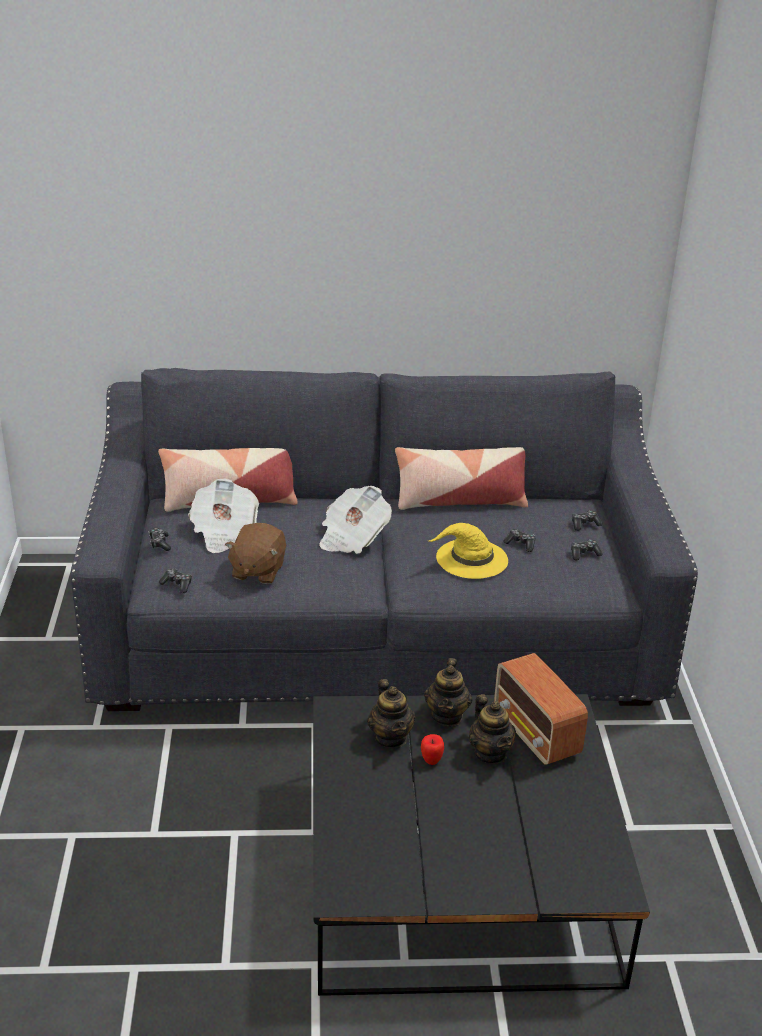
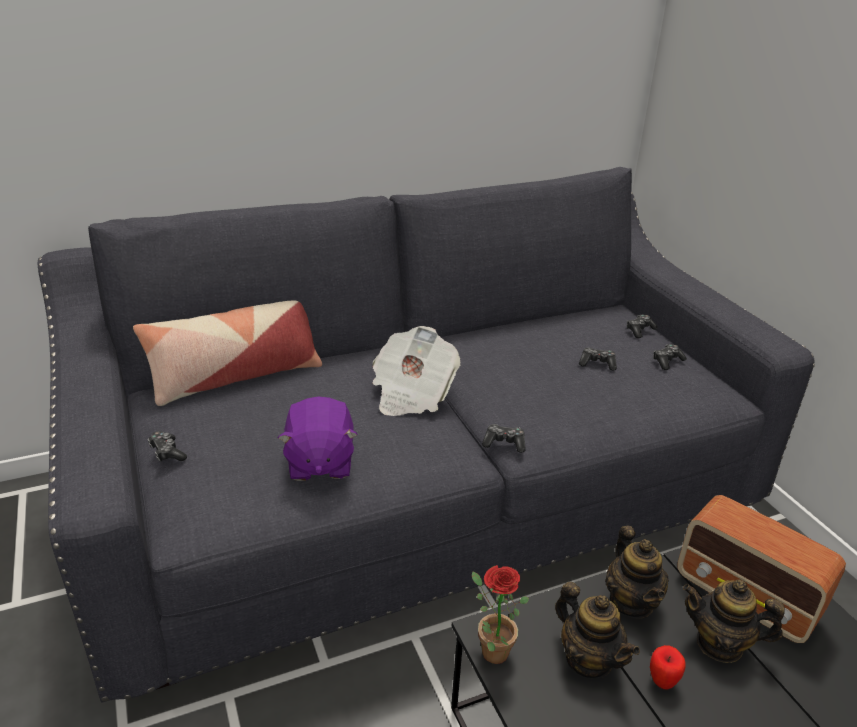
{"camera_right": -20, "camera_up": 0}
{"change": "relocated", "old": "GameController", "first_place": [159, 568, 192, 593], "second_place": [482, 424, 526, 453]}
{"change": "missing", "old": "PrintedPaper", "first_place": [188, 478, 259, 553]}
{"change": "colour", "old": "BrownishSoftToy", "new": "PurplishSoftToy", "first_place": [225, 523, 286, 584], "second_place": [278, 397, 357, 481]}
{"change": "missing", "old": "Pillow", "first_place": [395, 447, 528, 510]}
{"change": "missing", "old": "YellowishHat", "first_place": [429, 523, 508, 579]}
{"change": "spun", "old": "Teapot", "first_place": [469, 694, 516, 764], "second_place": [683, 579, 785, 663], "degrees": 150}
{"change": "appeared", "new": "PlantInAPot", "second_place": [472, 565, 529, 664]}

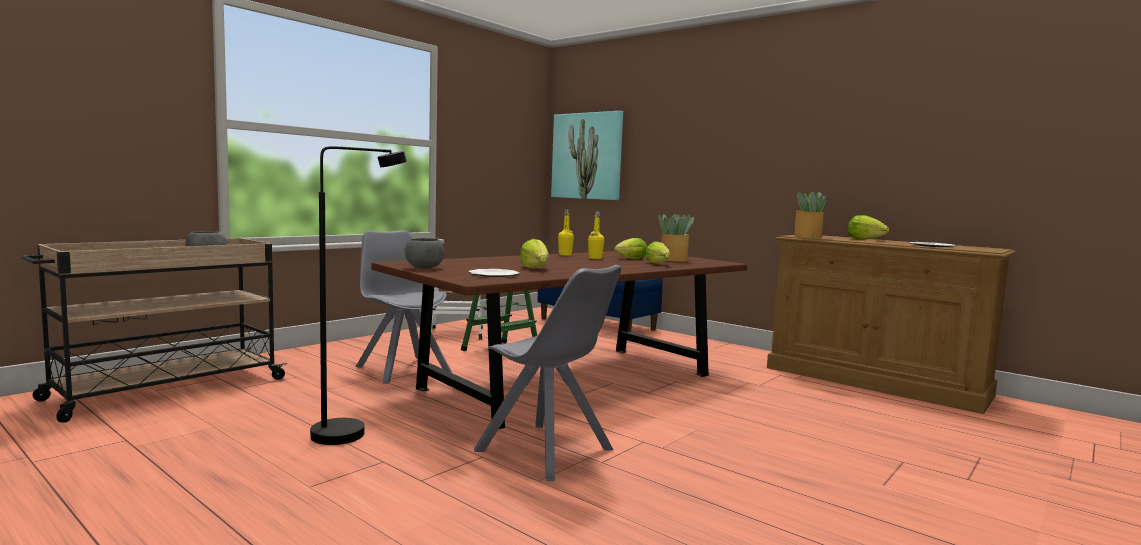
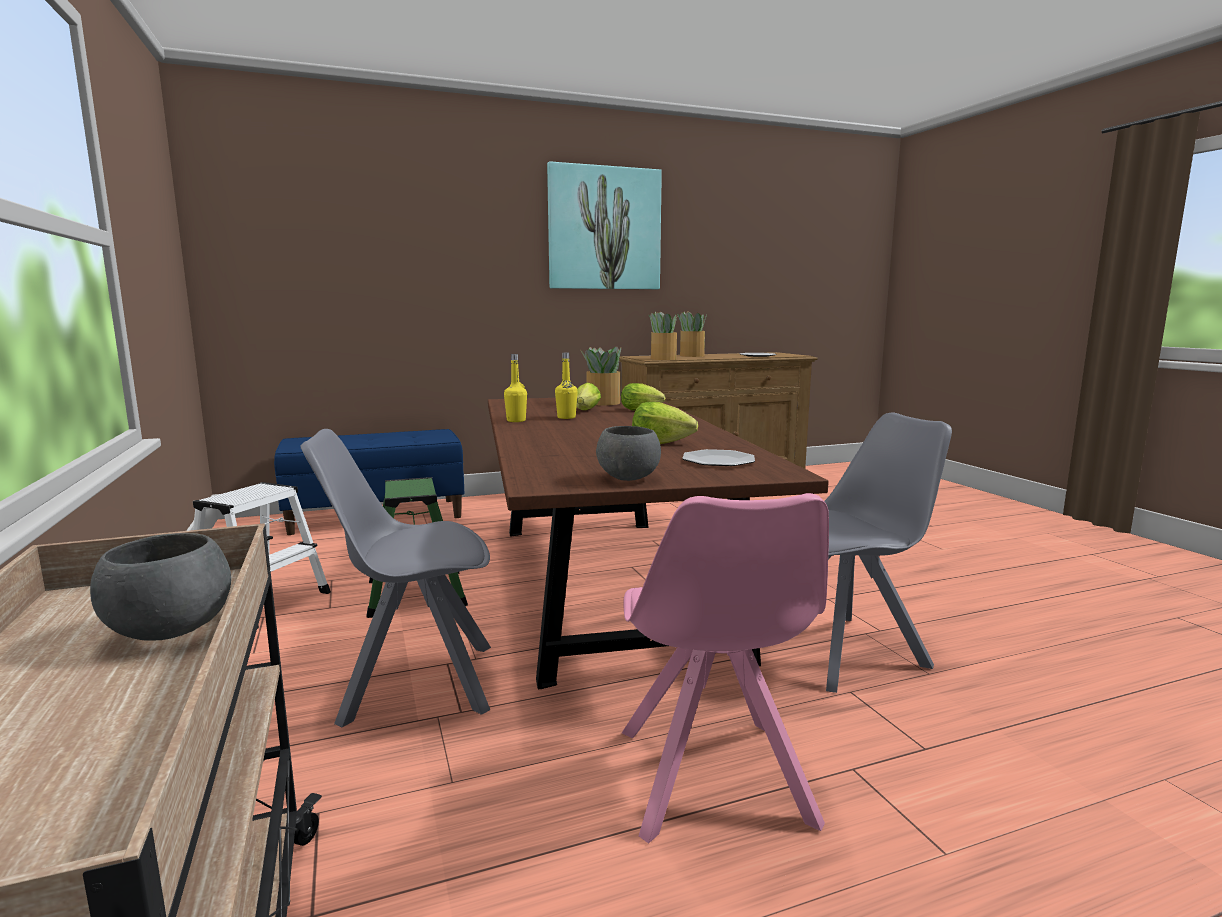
{"camera_right": -60, "camera_up": 5}
{"change": "exchanged", "old": "BlackFloorLamp", "new": "PinkColouredPlainChair", "first_place": [310, 146, 407, 445], "second_place": [622, 493, 829, 844]}
{"change": "relocated", "old": "WallPicture", "first_place": [551, 111, 623, 200], "second_place": [547, 162, 662, 289]}
{"change": "exchanged", "old": "LettuceHead", "new": "PlantInAPot", "first_place": [847, 215, 889, 240], "second_place": [678, 311, 707, 357]}

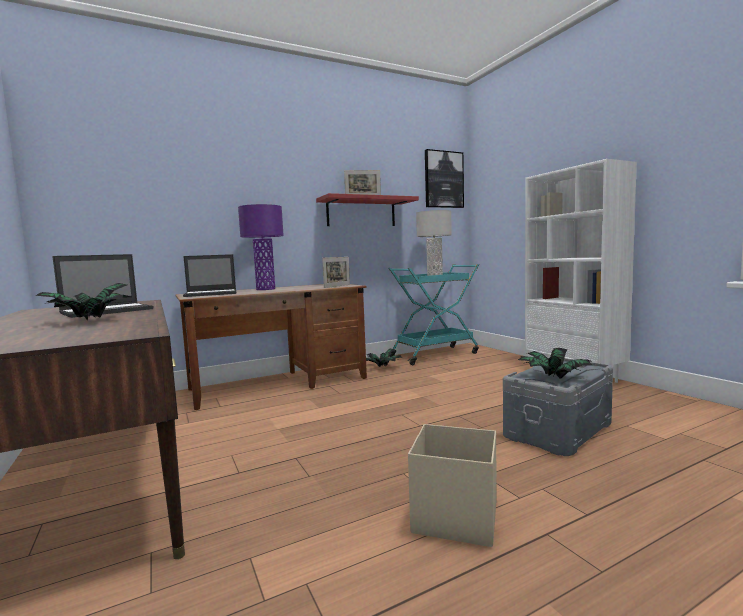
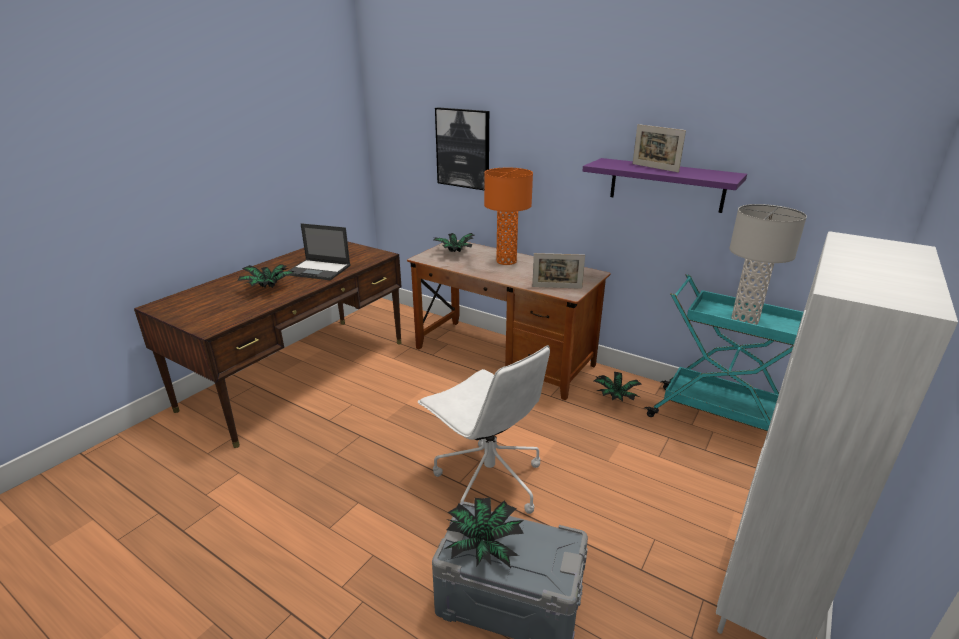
{"camera_right": 60, "camera_up": 20}
{"change": "exchanged", "old": "NotebookComputer", "new": "PlantInAPot", "first_place": [183, 254, 236, 297], "second_place": [433, 233, 474, 253]}
{"change": "colour", "old": "PurplishTabletopLamp", "new": "OrangeTabletopLamp", "first_place": [238, 204, 284, 290], "second_place": [484, 167, 533, 265]}
{"change": "colour", "old": "ReddishShelf", "new": "PurplishShelf", "first_place": [316, 193, 419, 226], "second_place": [583, 158, 747, 213]}
{"change": "missing", "old": "BeigeColouredStorageBox", "first_place": [408, 424, 497, 547]}
{"change": "relocated", "old": "WallPicture", "first_place": [425, 149, 464, 208], "second_place": [435, 107, 489, 190]}
{"change": "appeared", "new": "WhitishDeskChair", "second_place": [418, 345, 550, 514]}

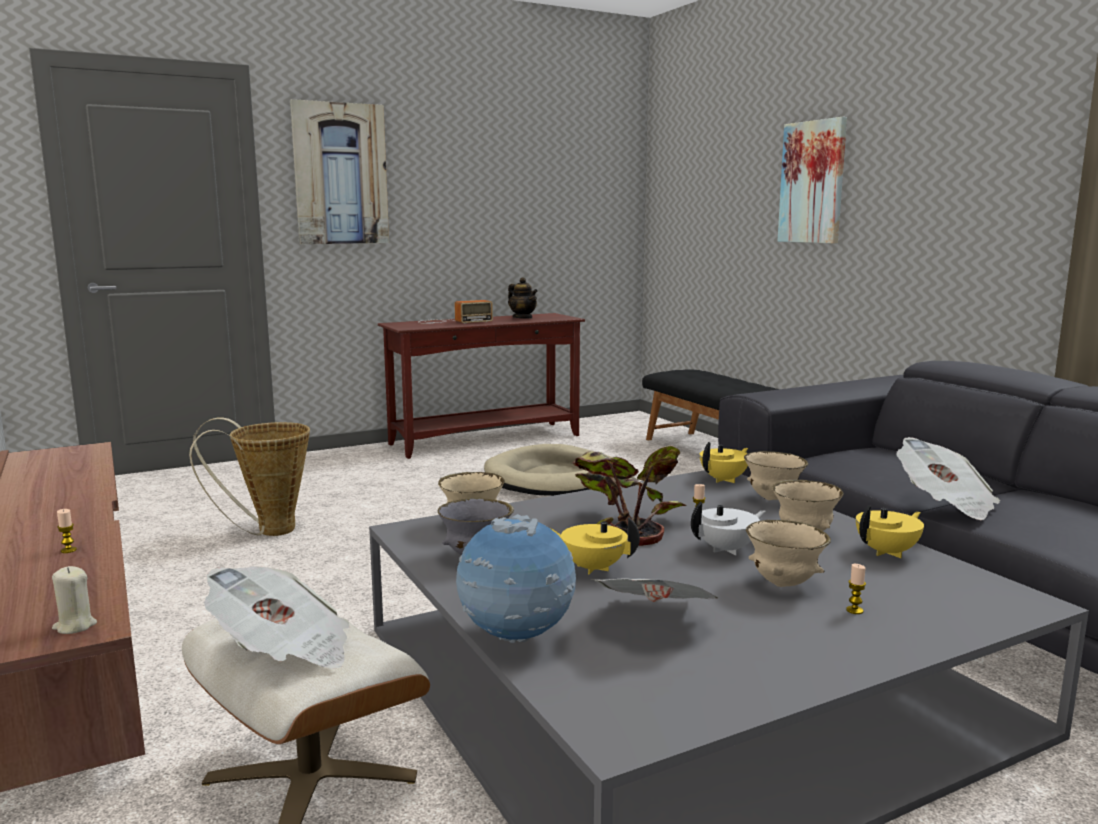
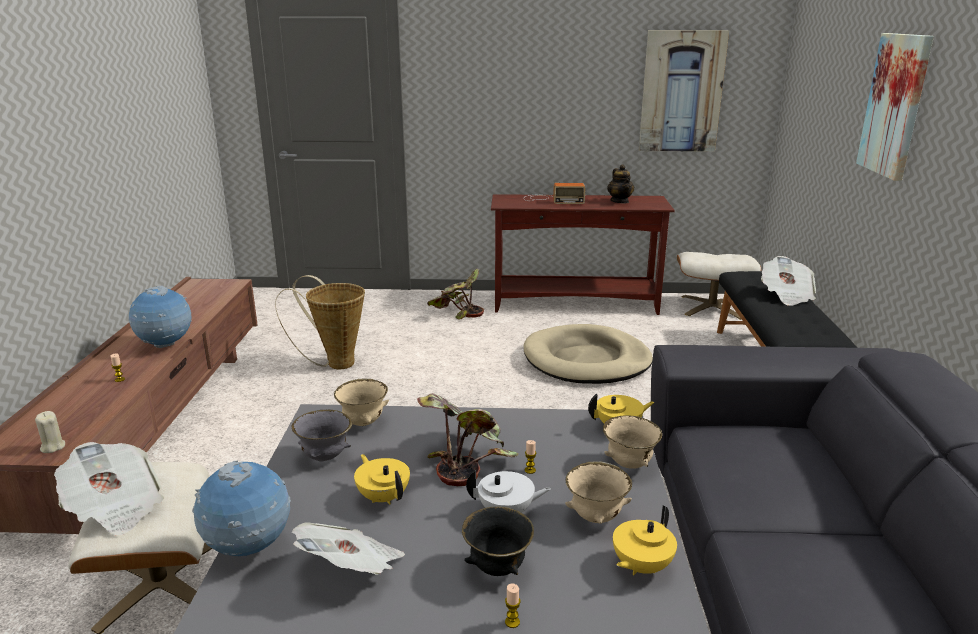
{"camera_right": 30, "camera_up": 10}
{"change": "relocated", "old": "WallPicture", "first_place": [290, 99, 389, 244], "second_place": [639, 30, 729, 152]}
{"change": "colour", "old": "BeigeColouredBowl", "new": "BlackBowl", "first_place": [746, 520, 831, 587], "second_place": [462, 507, 534, 576]}
{"change": "spun", "old": "YellowishTeapot", "first_place": [856, 505, 924, 558], "second_place": [613, 506, 677, 575], "degrees": 135}
{"change": "relocated", "old": "PrintedPaper", "first_place": [897, 437, 1000, 520], "second_place": [761, 256, 816, 306]}
{"change": "appeared", "new": "Globe", "second_place": [128, 286, 192, 348]}
{"change": "appeared", "new": "PlantInAPot", "second_place": [427, 269, 484, 320]}
{"change": "appeared", "new": "BeigeColouredFootrest", "second_place": [677, 252, 761, 320]}

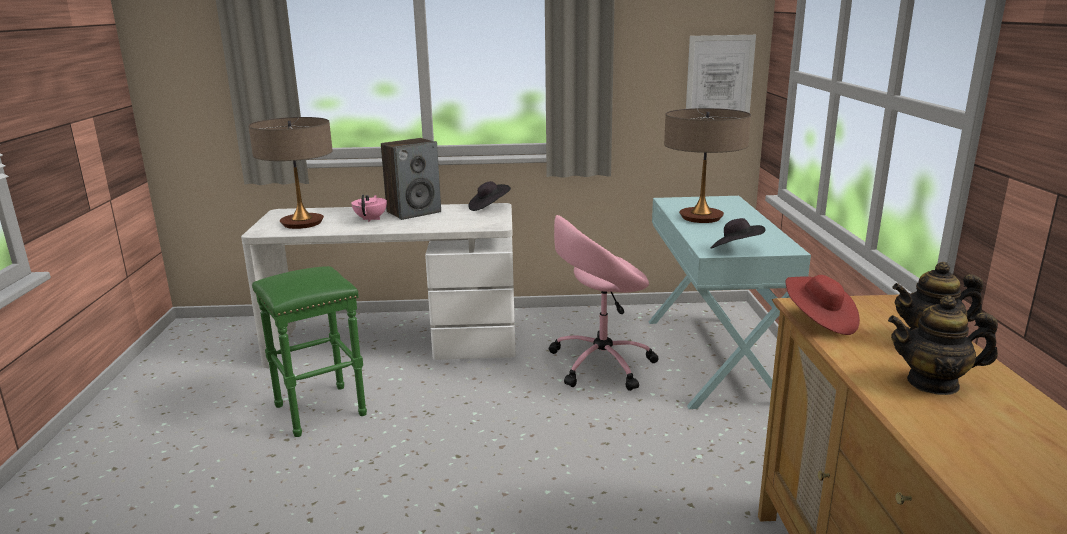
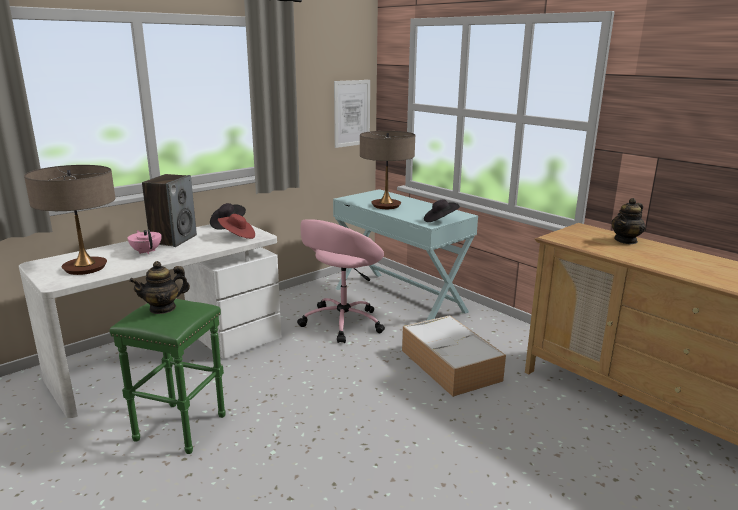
{"camera_right": -40, "camera_up": 0}
{"change": "relocated", "old": "ReddishHat", "first_place": [785, 275, 860, 335], "second_place": [218, 214, 255, 239]}
{"change": "relocated", "old": "Teapot", "first_place": [888, 296, 998, 395], "second_place": [129, 261, 190, 314]}
{"change": "appeared", "new": "StorageBox", "second_place": [402, 315, 506, 397]}

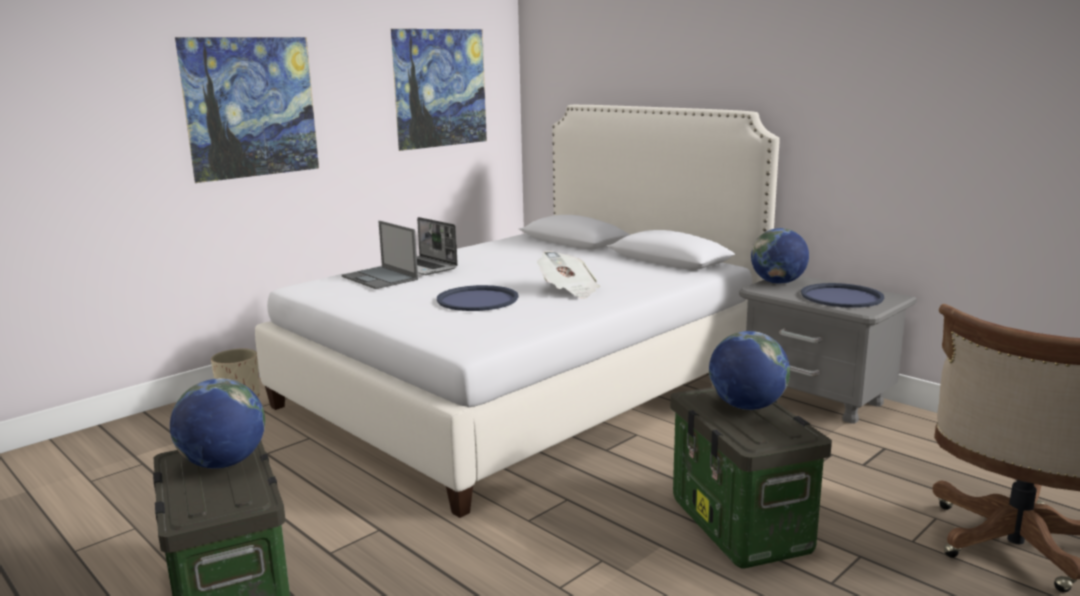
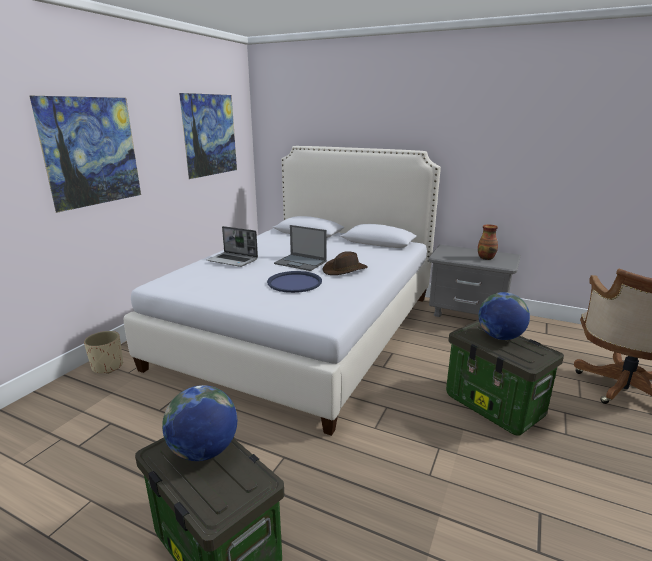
{"camera_right": -20, "camera_up": 5}
{"change": "relocated", "old": "NotebookComputer", "first_place": [342, 221, 418, 289], "second_place": [274, 225, 327, 271]}
{"change": "exchanged", "old": "PrintedPaper", "new": "BrownishHat", "first_place": [537, 251, 600, 299], "second_place": [322, 251, 367, 275]}
{"change": "missing", "old": "Globe", "first_place": [751, 228, 809, 284]}
{"change": "exchanged", "old": "BlueCarryingTray", "new": "FlowerVase", "first_place": [801, 283, 884, 308], "second_place": [478, 224, 498, 260]}

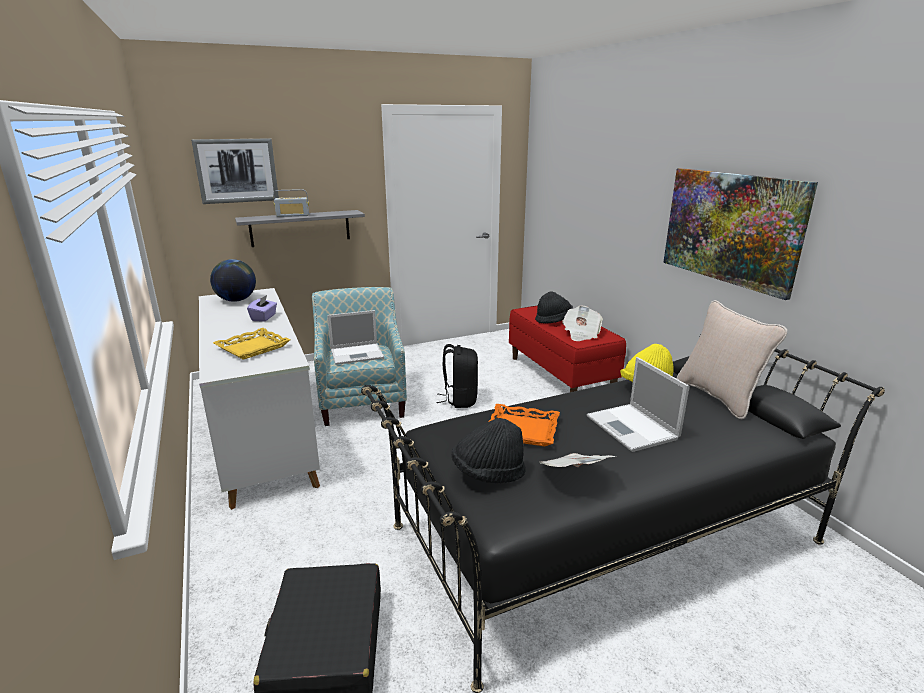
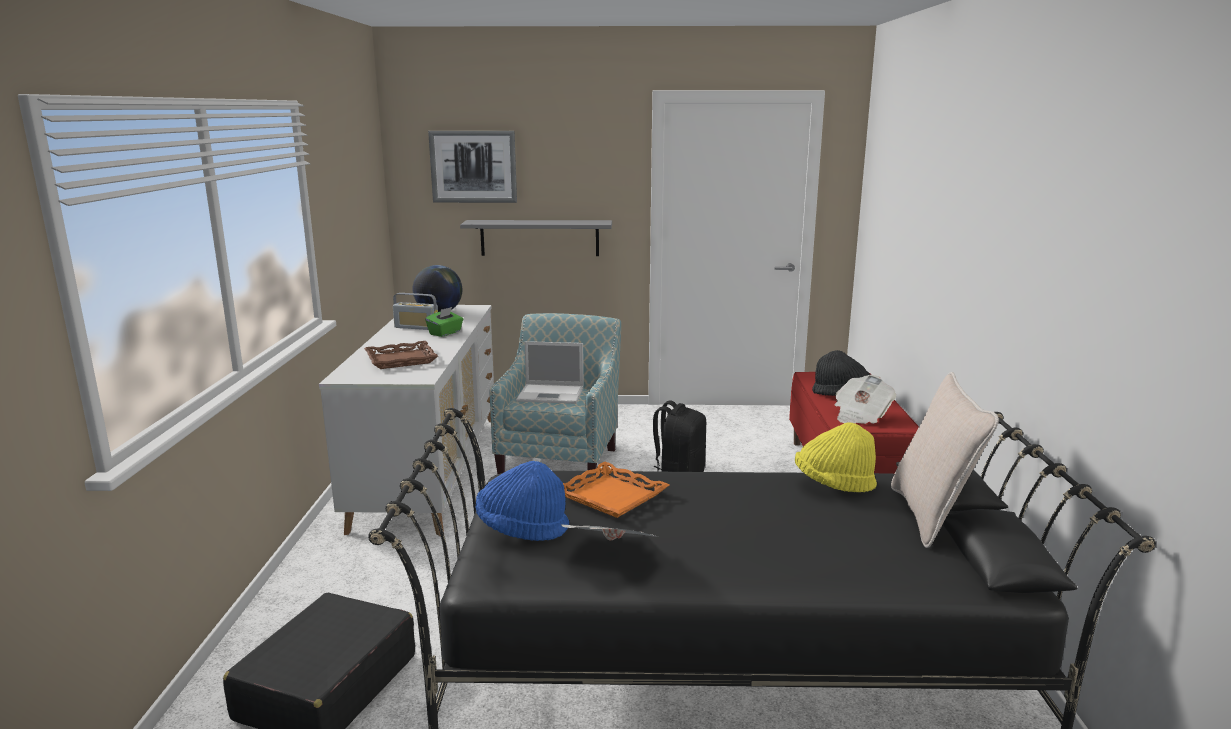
{"camera_right": 25, "camera_up": -5}
{"change": "colour", "old": "YellowishCarryingTray", "new": "BrownishCarryingTray", "first_place": [213, 328, 290, 360], "second_place": [364, 341, 438, 369]}
{"change": "colour", "old": "PurplishTissueBox", "new": "GreenColouredTissueBox", "first_place": [247, 295, 277, 322], "second_place": [425, 307, 463, 337]}
{"change": "relocated", "old": "RadioSet", "first_place": [273, 189, 309, 217], "second_place": [393, 293, 438, 330]}
{"change": "colour", "old": "BlackHat", "new": "BlueHat", "first_place": [452, 418, 526, 483], "second_place": [476, 461, 569, 541]}
{"change": "missing", "old": "NotebookComputer", "first_place": [587, 357, 690, 452]}
{"change": "missing", "old": "WallPicture", "first_place": [663, 168, 818, 300]}

